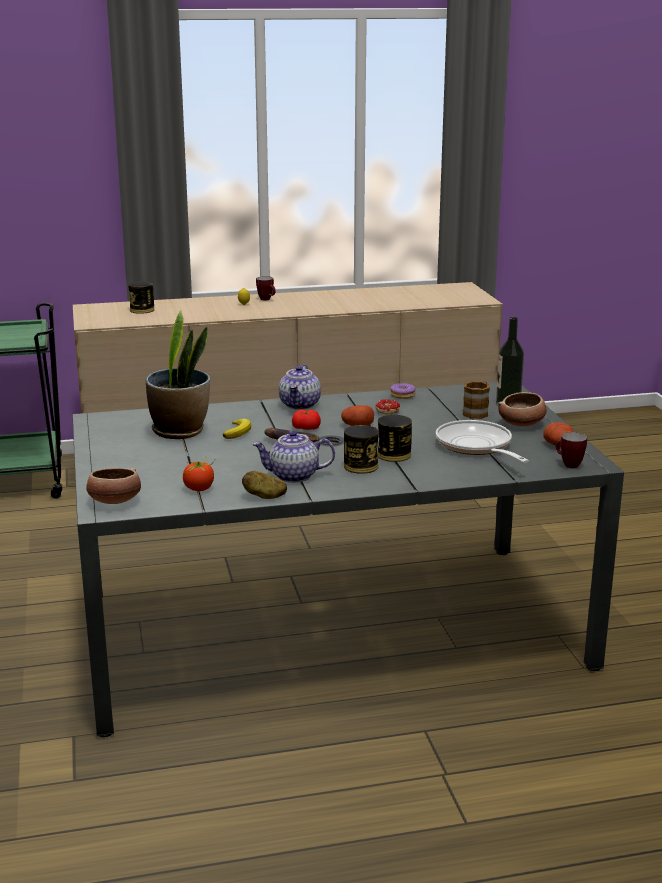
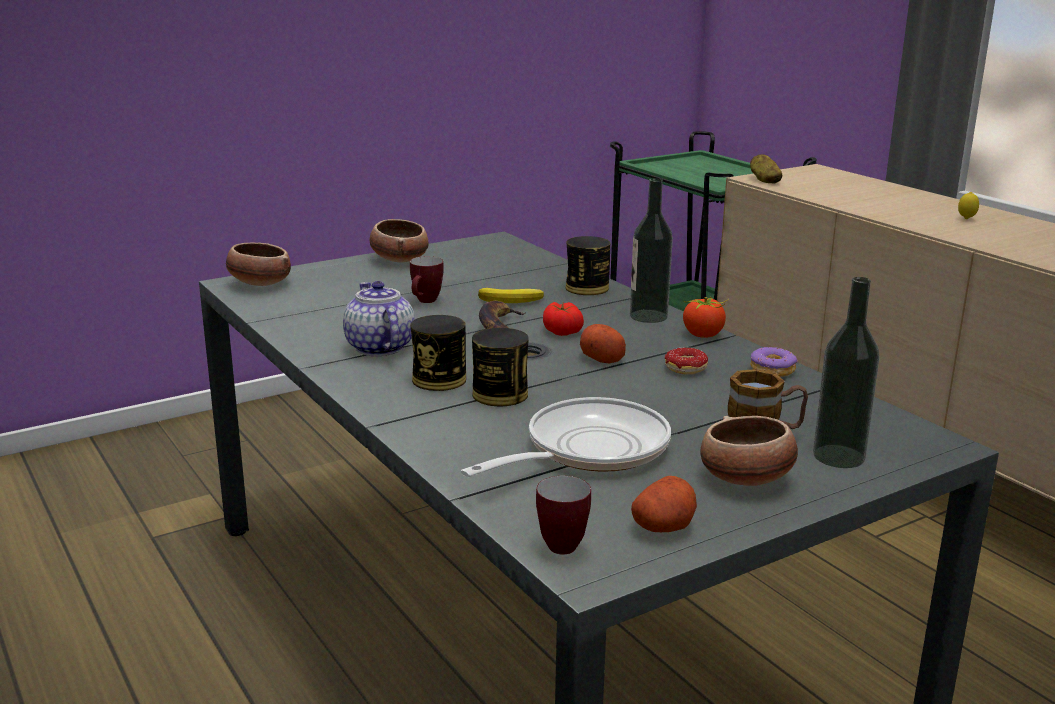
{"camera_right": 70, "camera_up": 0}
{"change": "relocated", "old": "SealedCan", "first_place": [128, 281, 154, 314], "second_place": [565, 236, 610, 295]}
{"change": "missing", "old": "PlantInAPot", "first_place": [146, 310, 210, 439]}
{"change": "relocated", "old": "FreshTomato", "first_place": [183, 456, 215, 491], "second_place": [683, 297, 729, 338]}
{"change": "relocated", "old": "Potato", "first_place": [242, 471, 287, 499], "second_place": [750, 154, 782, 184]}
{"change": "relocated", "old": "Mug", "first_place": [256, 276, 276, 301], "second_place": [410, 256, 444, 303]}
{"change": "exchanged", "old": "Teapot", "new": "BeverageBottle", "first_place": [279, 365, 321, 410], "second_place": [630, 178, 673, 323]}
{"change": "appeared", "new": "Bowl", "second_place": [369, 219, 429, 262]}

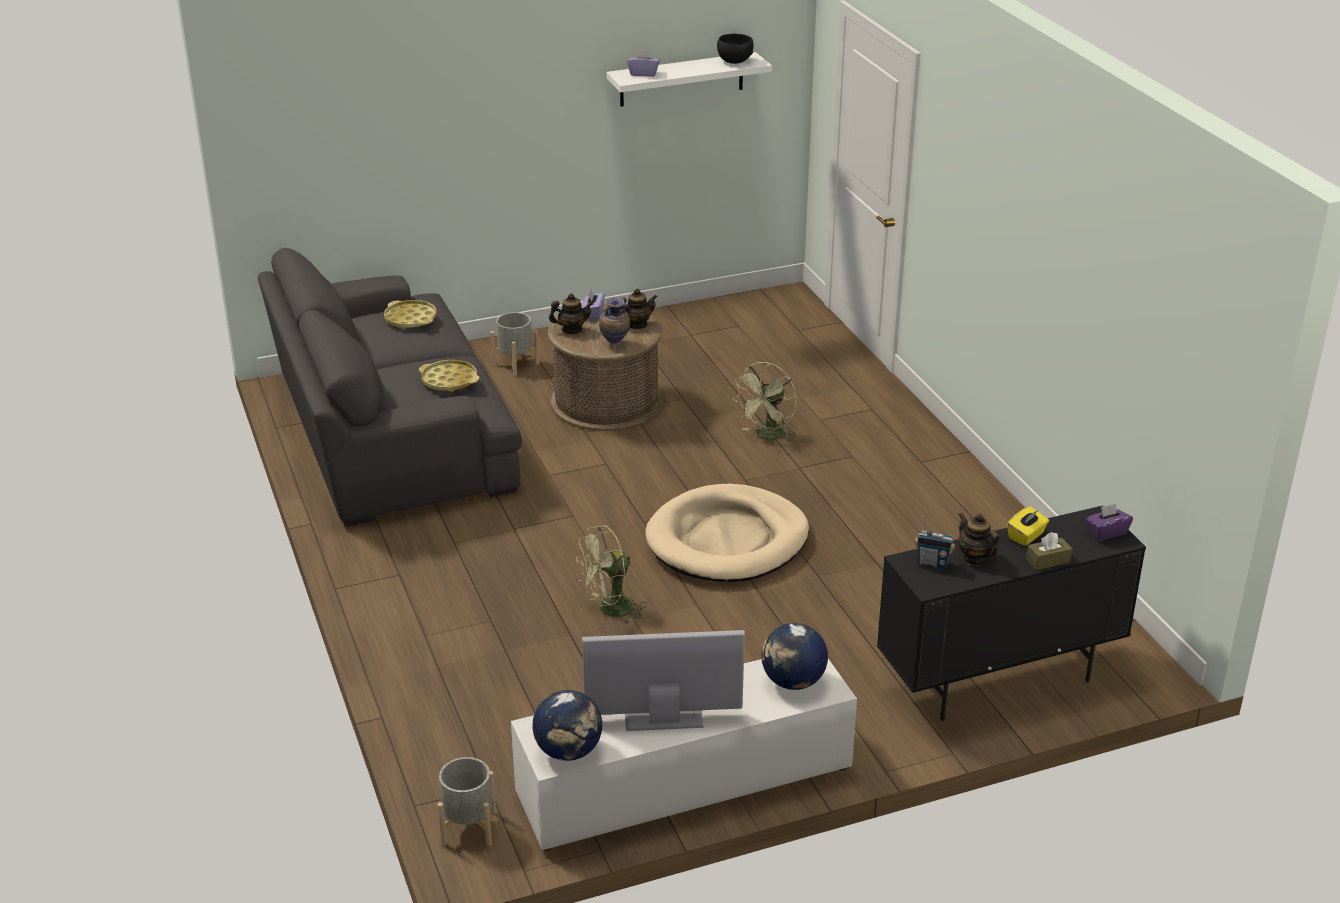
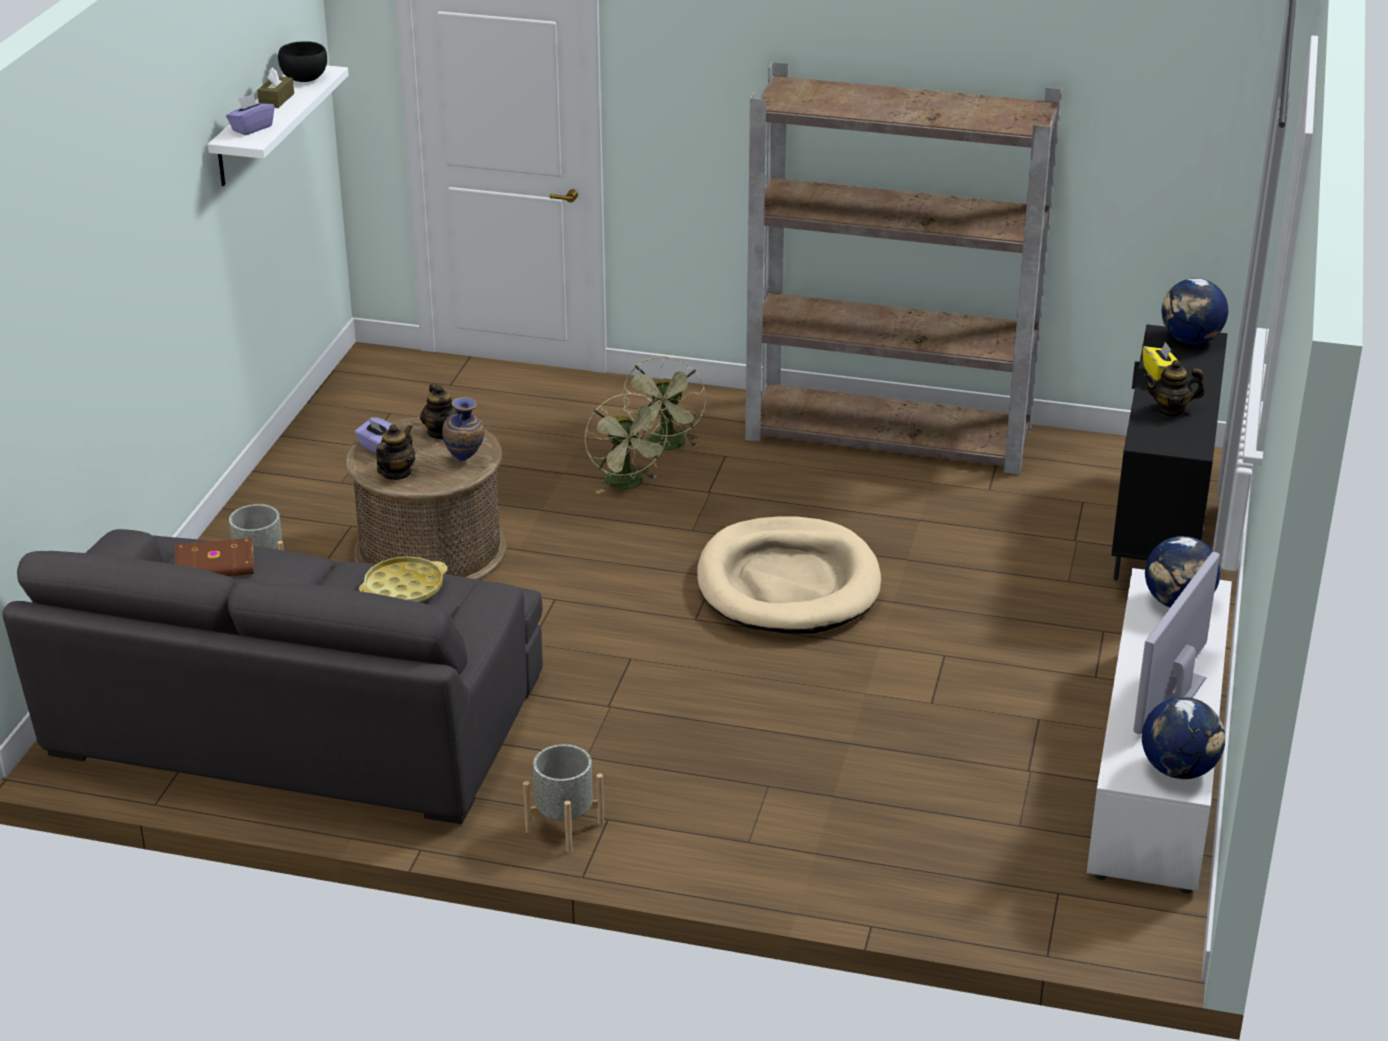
{"camera_right": -55, "camera_up": 0}
{"change": "exchanged", "old": "YellowishCarryingTray", "new": "BrownishVolume", "first_place": [384, 300, 436, 328], "second_place": [175, 538, 254, 576]}
{"change": "relocated", "old": "GreyishFlowerPot", "first_place": [437, 757, 496, 846], "second_place": [523, 744, 604, 853]}
{"change": "relocated", "old": "GreenColouredCoolingFan", "first_place": [576, 525, 647, 625], "second_place": [623, 356, 706, 450]}
{"change": "spun", "old": "Teapot", "first_place": [620, 288, 658, 329], "second_place": [420, 384, 457, 439], "degrees": 150}
{"change": "missing", "old": "RadioSet", "first_place": [914, 516, 955, 570]}
{"change": "relocated", "old": "BrownishTissueBox", "first_place": [1026, 532, 1072, 570], "second_place": [257, 68, 294, 108]}
{"change": "exchanged", "old": "PurplishTissueBox", "new": "Globe", "first_place": [1086, 504, 1133, 541], "second_place": [1162, 278, 1228, 344]}
{"change": "appeared", "new": "BrownishShelvingUnit", "second_place": [745, 62, 1062, 475]}

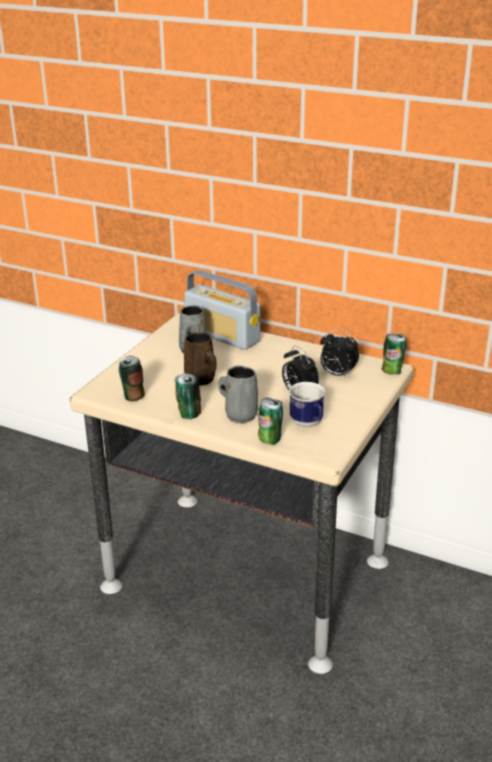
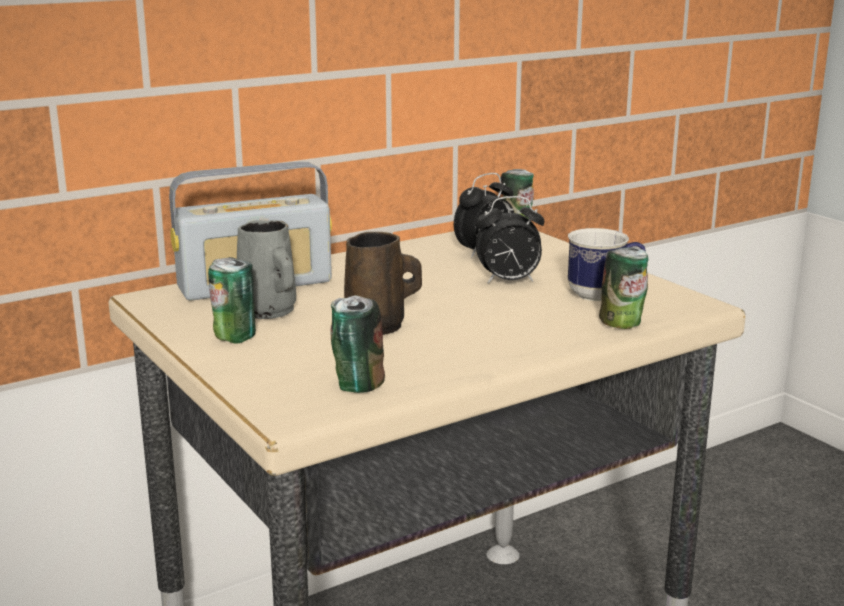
{"camera_right": -60, "camera_up": -10}
{"change": "relocated", "old": "SealedCan", "first_place": [175, 373, 201, 419], "second_place": [208, 257, 256, 344]}
{"change": "missing", "old": "GreyishMug", "first_place": [219, 365, 258, 423]}

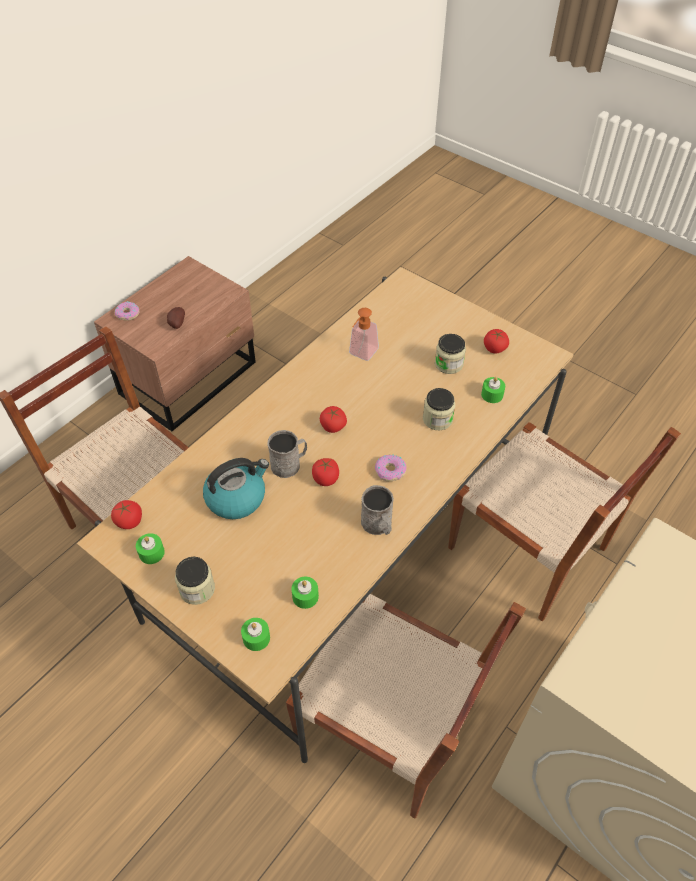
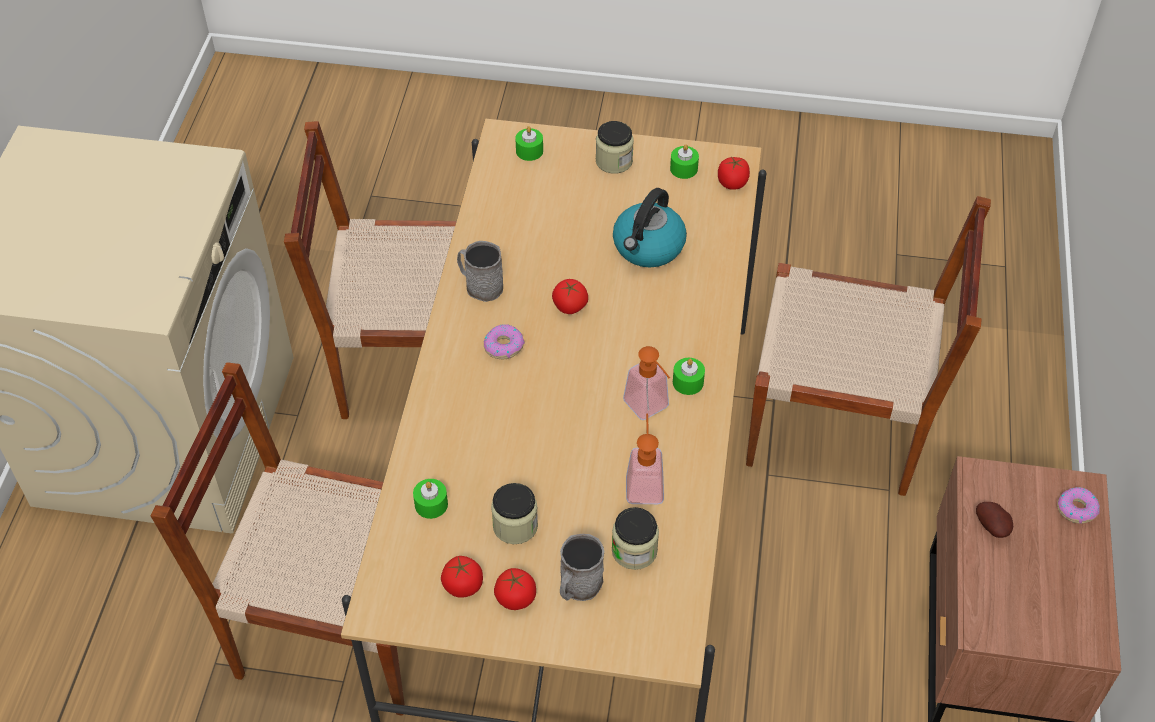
{"camera_right": 150, "camera_up": 0}
{"change": "relocated", "old": "GreyishMug", "first_place": [267, 430, 307, 478], "second_place": [560, 534, 604, 601]}
{"change": "relocated", "old": "GreenColouredWaxLight", "first_place": [291, 577, 319, 609], "second_place": [673, 358, 705, 395]}
{"change": "relocated", "old": "FreshTomato", "first_place": [320, 406, 347, 433], "second_place": [494, 568, 536, 610]}
{"change": "relocated", "old": "StorageJar", "first_place": [423, 388, 455, 431], "second_place": [612, 507, 659, 570]}
{"change": "appeared", "new": "LiquidSoapBottle", "second_place": [623, 346, 670, 420]}

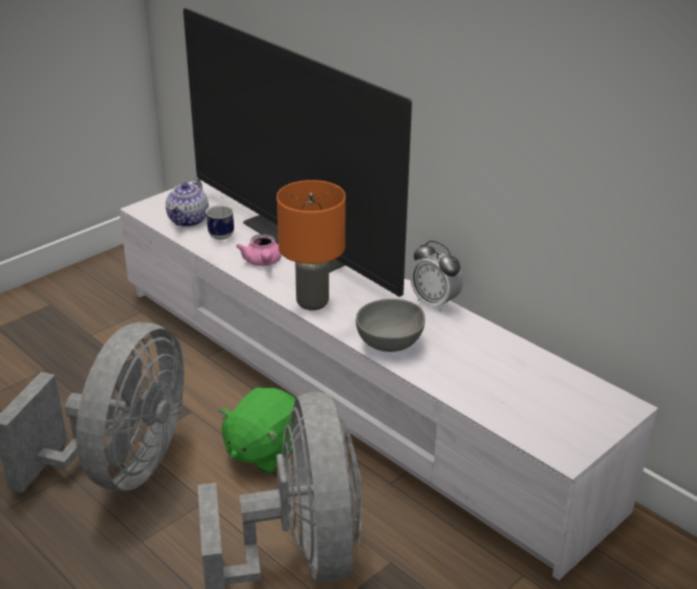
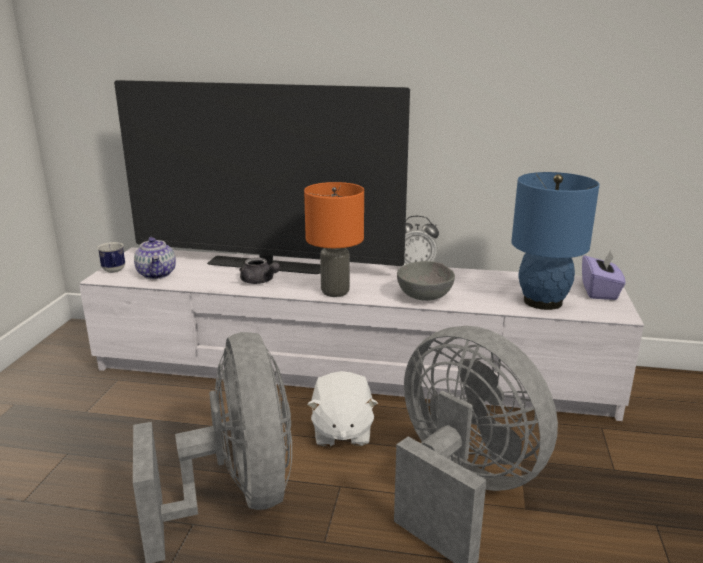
{"camera_right": -35, "camera_up": -10}
{"change": "relocated", "old": "Mug", "first_place": [206, 205, 234, 240], "second_place": [97, 242, 125, 273]}
{"change": "colour", "old": "GreenColouredSoftToy", "new": "WhitishSoftToy", "first_place": [218, 388, 296, 474], "second_place": [307, 371, 378, 447]}
{"change": "colour", "old": "PinkColouredTeapot", "new": "GreyishTeapot", "first_place": [236, 234, 282, 266], "second_place": [239, 258, 280, 284]}
{"change": "appeared", "new": "BlueTabletopLamp", "second_place": [511, 172, 600, 310]}
{"change": "appeared", "new": "PurplishTissueBox", "second_place": [582, 250, 626, 300]}

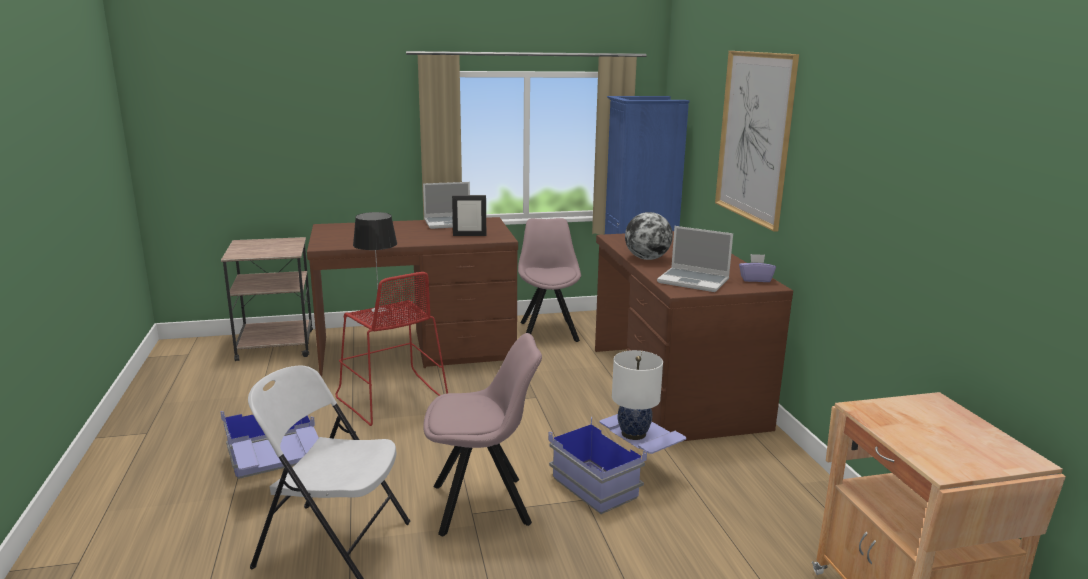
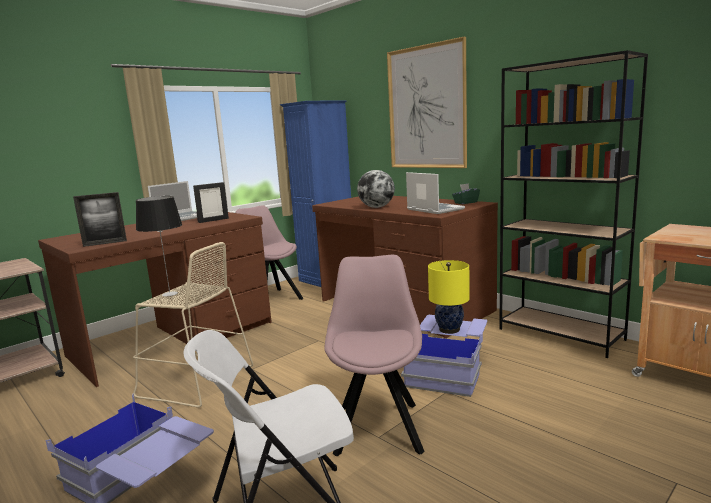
{"camera_right": -30, "camera_up": -5}
{"change": "colour", "old": "ReddishSittingStool", "new": "BeigeColouredSittingStool", "first_place": [335, 272, 448, 426], "second_place": [133, 242, 253, 407]}
{"change": "spun", "old": "PinkColouredPlainChair", "first_place": [423, 333, 542, 536], "second_place": [324, 255, 424, 456], "degrees": -45}
{"change": "colour", "old": "WhitishTabletopLamp", "new": "YellowishTabletopLamp", "first_place": [612, 350, 663, 440], "second_place": [428, 260, 470, 334]}
{"change": "spun", "old": "NotebookComputer", "first_place": [657, 226, 733, 292], "second_place": [406, 172, 465, 214], "degrees": -120}
{"change": "colour", "old": "PurplishTissueBox", "new": "GreenColouredTissueBox", "first_place": [739, 254, 776, 282], "second_place": [452, 183, 480, 204]}
{"change": "appeared", "new": "PhotoFrame", "second_place": [73, 192, 127, 247]}
{"change": "appeared", "new": "BeigeColouredShelvingUnit", "second_place": [499, 50, 648, 358]}

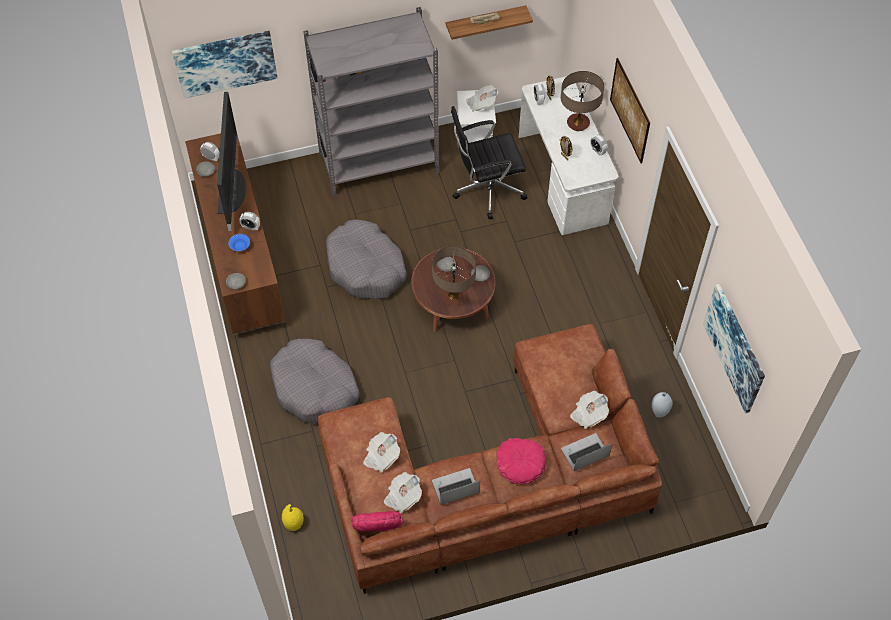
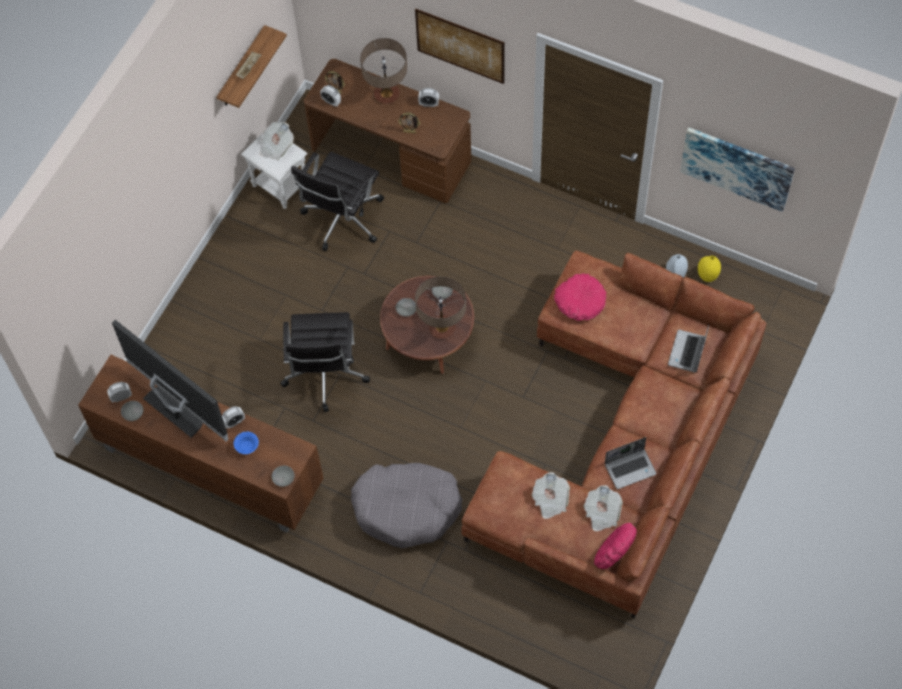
{"camera_right": -45, "camera_up": 5}
{"change": "missing", "old": "WallPicture", "first_place": [172, 31, 278, 99]}
{"change": "relocated", "old": "YellowishFlowerVase", "first_place": [282, 504, 304, 531], "second_place": [698, 256, 721, 282]}
{"change": "missing", "old": "GreyishShelvingUnit", "first_place": [303, 7, 439, 197]}
{"change": "exchanged", "old": "GreyishDogBed", "new": "BlackDeskChair", "first_place": [326, 219, 407, 299], "second_place": [280, 312, 370, 412]}
{"change": "spun", "old": "NotebookComputer", "first_place": [432, 468, 480, 505], "second_place": [605, 437, 656, 489], "degrees": -135}
{"change": "relocated", "old": "PinkColouredPillow", "first_place": [496, 438, 546, 484], "second_place": [554, 273, 606, 321]}
{"change": "colour", "old": "WhitishDesk", "new": "BrownishDesk", "first_place": [519, 76, 619, 235], "second_place": [304, 59, 471, 203]}
{"change": "missing", "old": "PrintedPaper", "first_place": [570, 391, 609, 429]}

